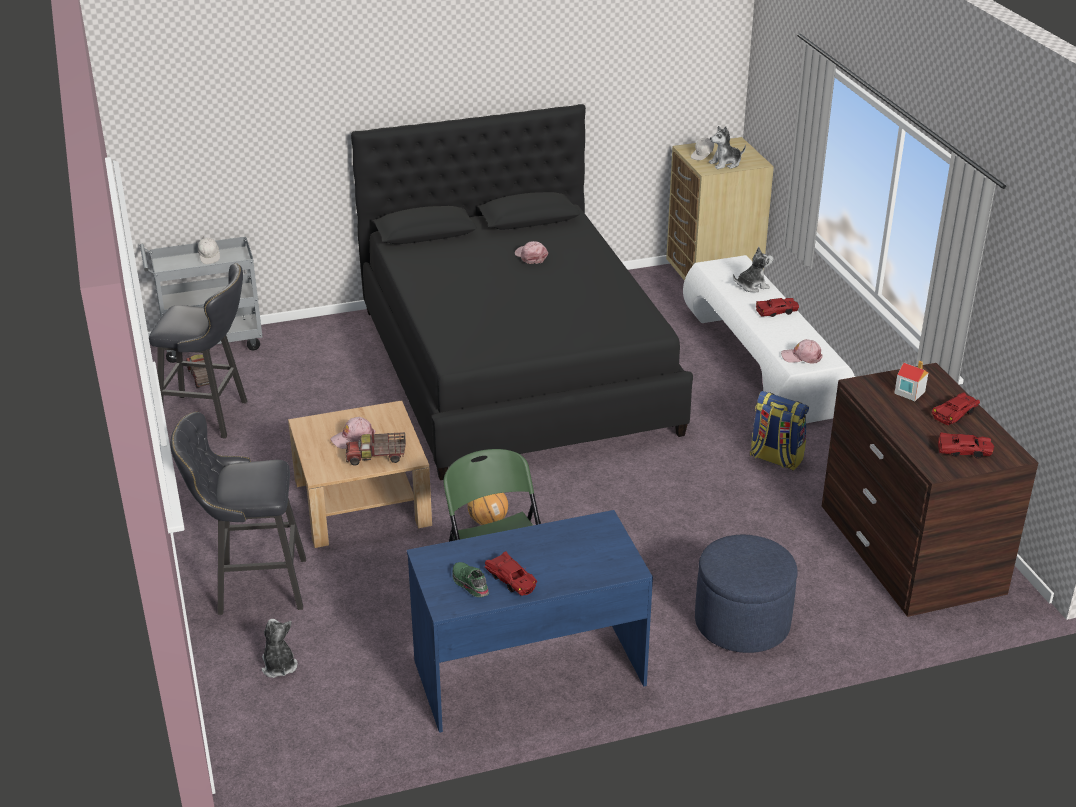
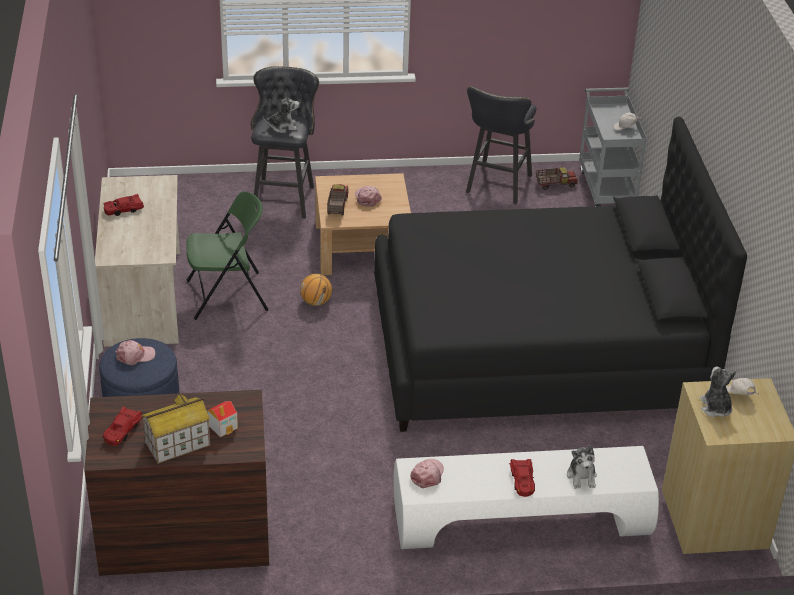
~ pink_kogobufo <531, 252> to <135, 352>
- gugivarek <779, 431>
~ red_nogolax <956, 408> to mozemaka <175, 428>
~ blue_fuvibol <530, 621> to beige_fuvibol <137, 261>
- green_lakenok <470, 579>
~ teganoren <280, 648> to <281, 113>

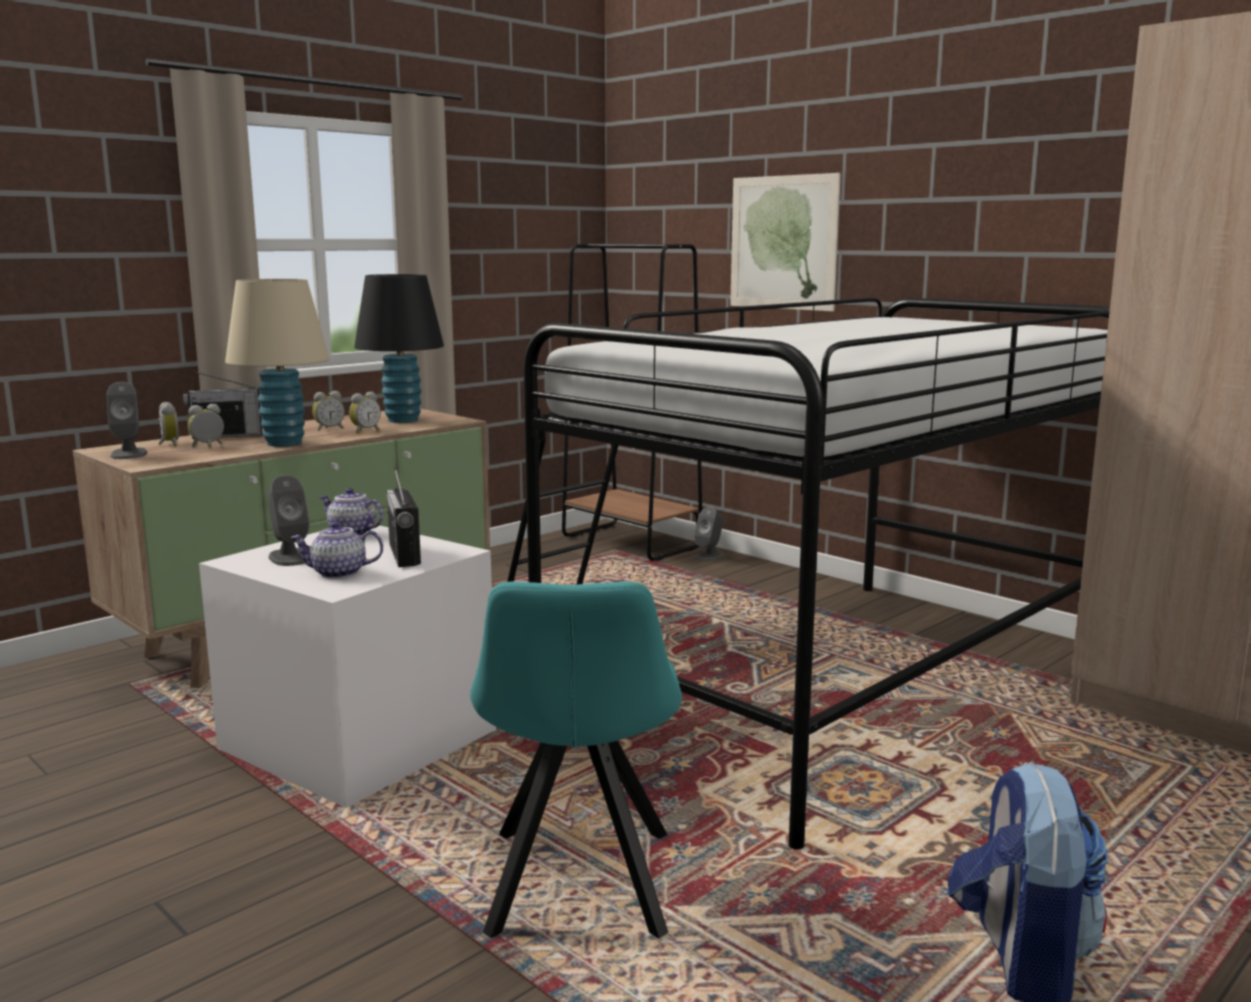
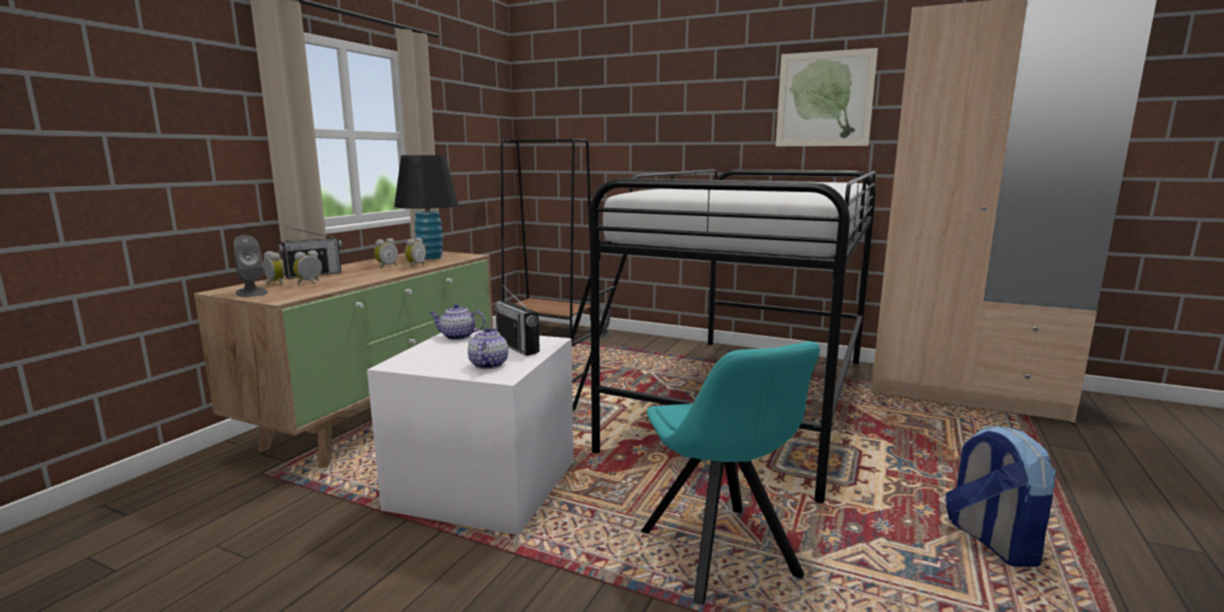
~ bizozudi <785, 242> to <827, 97>
- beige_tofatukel <277, 363>
- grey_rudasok <289, 520>
~ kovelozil <336, 550> = <488, 348> 120 degrees clockwise

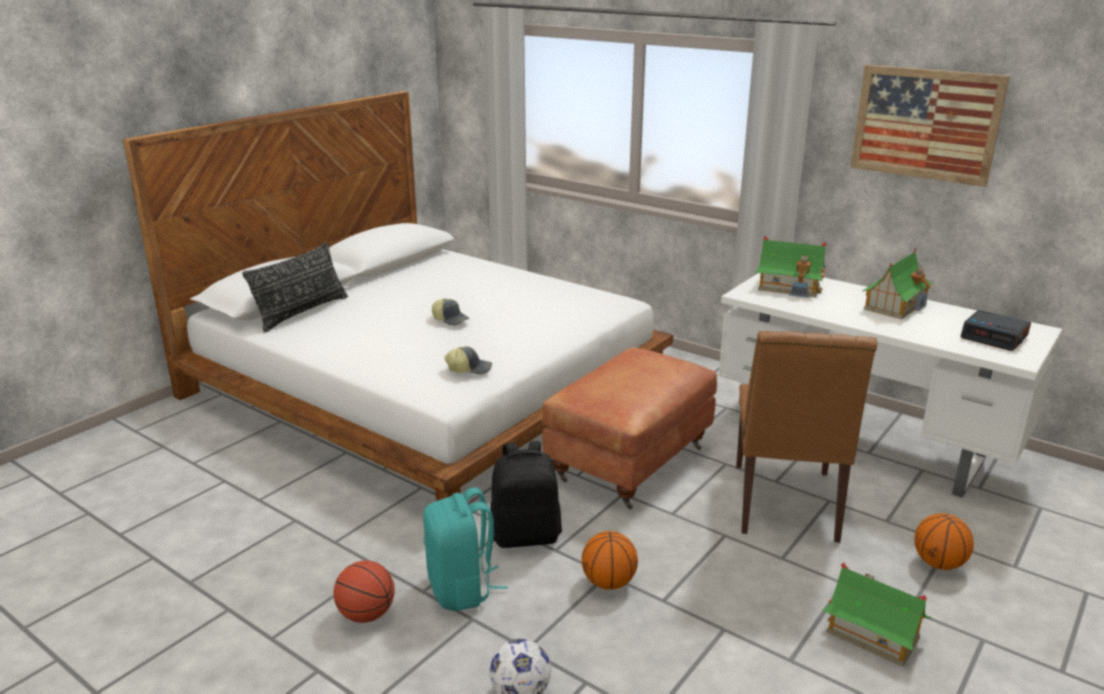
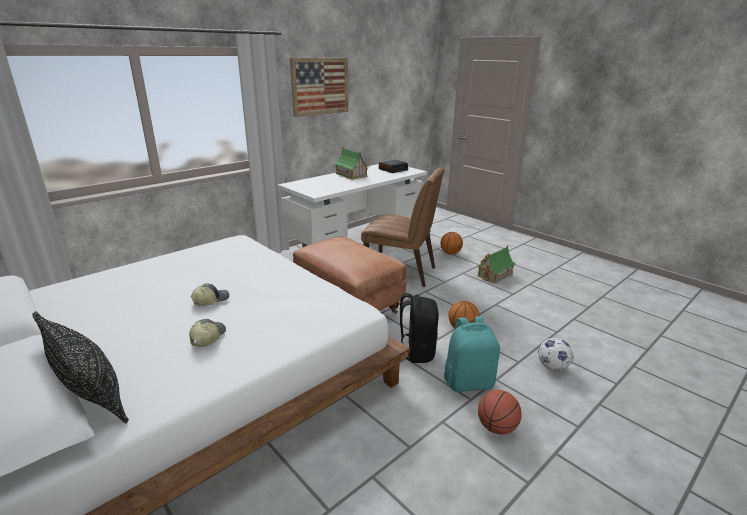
- mozemaka <791, 266>
~ kogobufo <468, 360> to <207, 333>

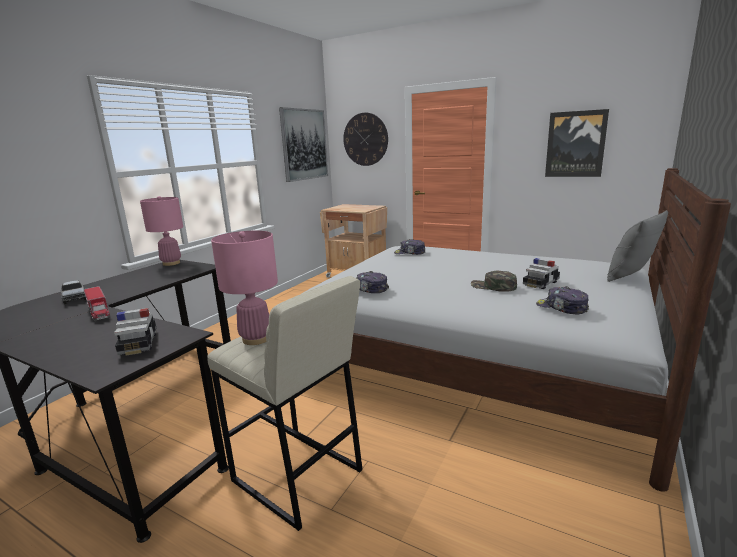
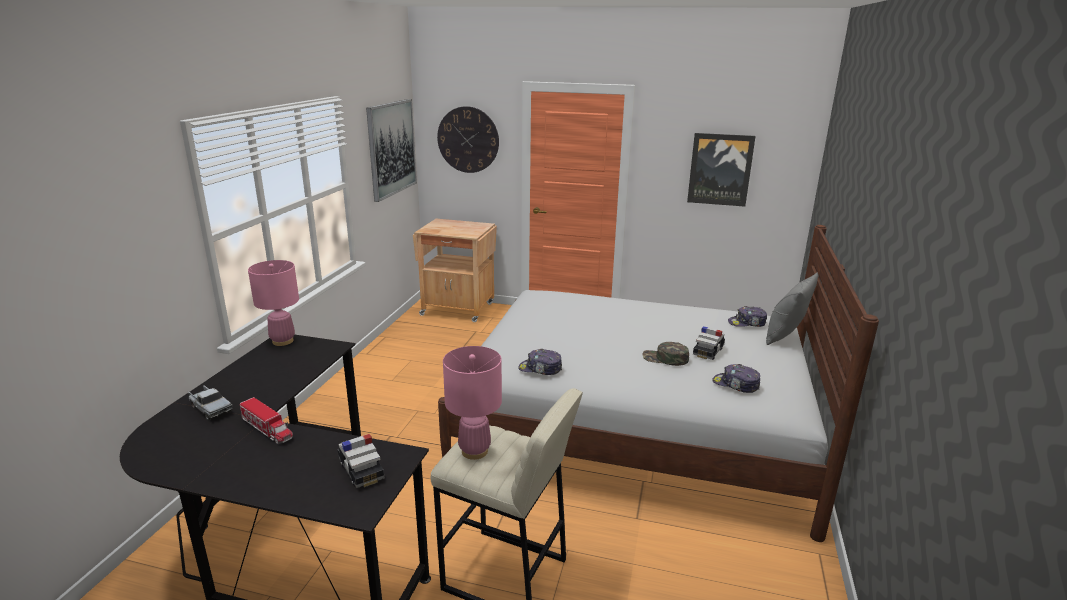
~ kogobufo <409, 247> to <747, 316>

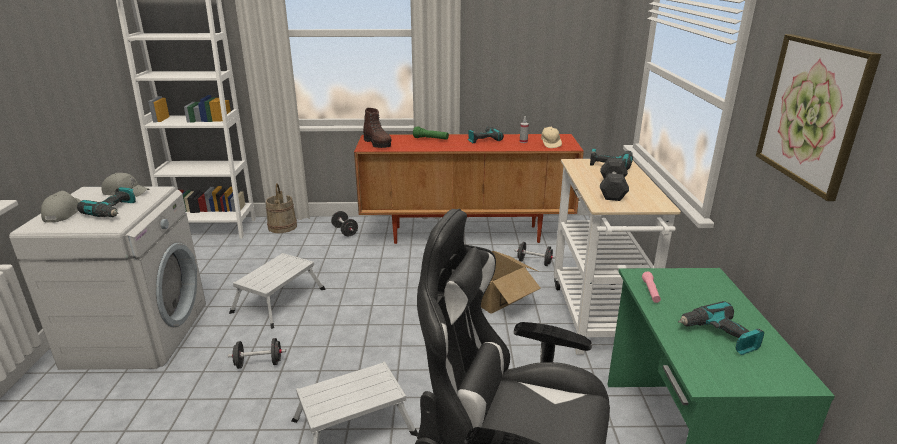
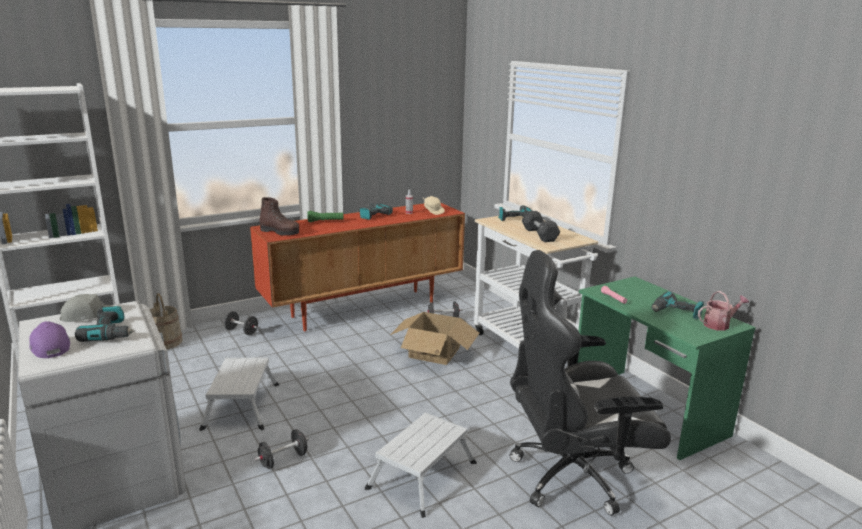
- bizozudi <818, 117>
~ grey_kogobufo <61, 207> to purple_kogobufo <50, 339>
+ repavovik <723, 311>

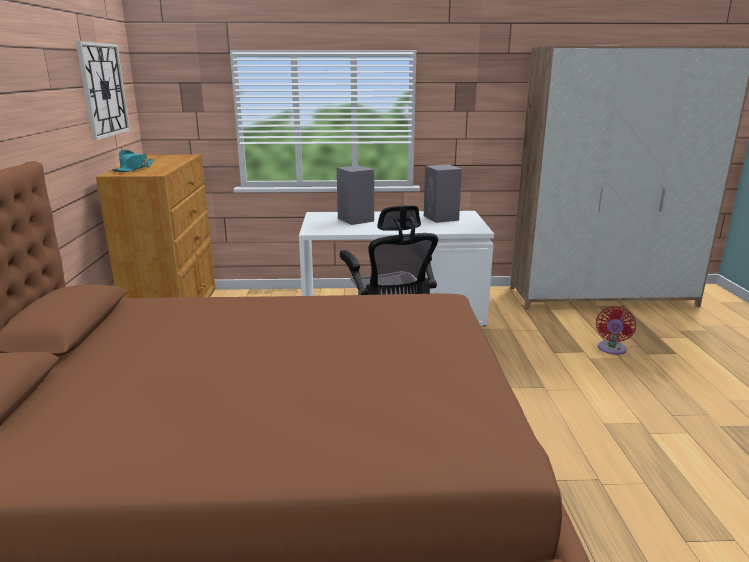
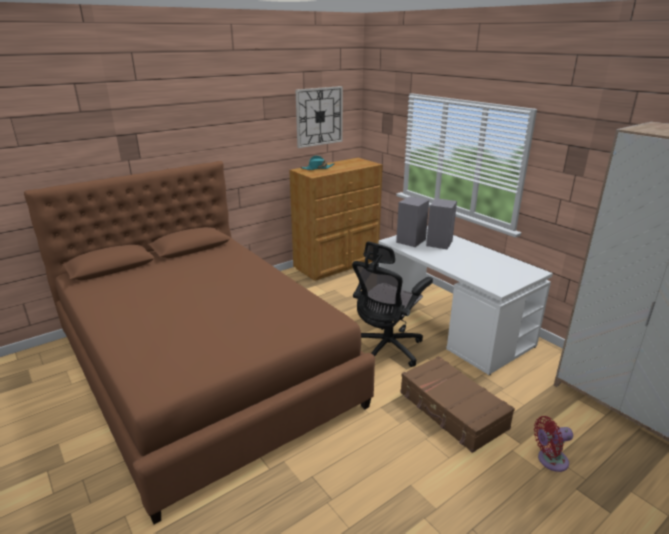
~ grey_rudasok <443, 193> to <412, 221>
+ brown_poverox <457, 404>

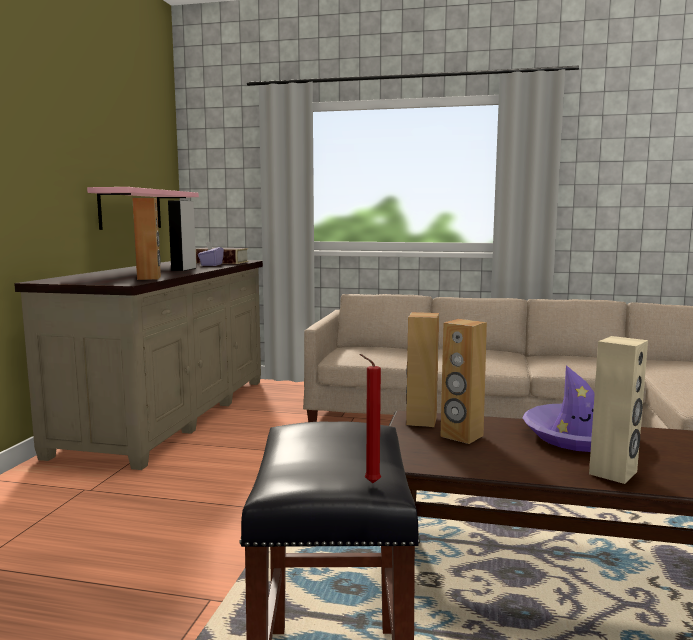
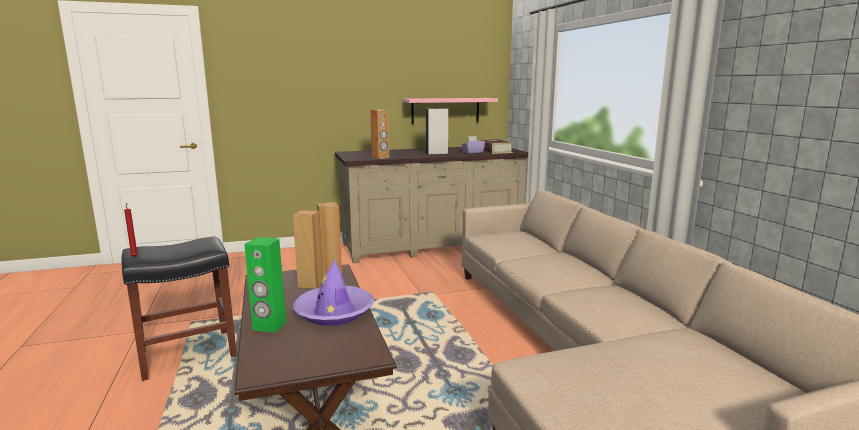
~ beige_rudasok <618, 410> to green_rudasok <265, 285>

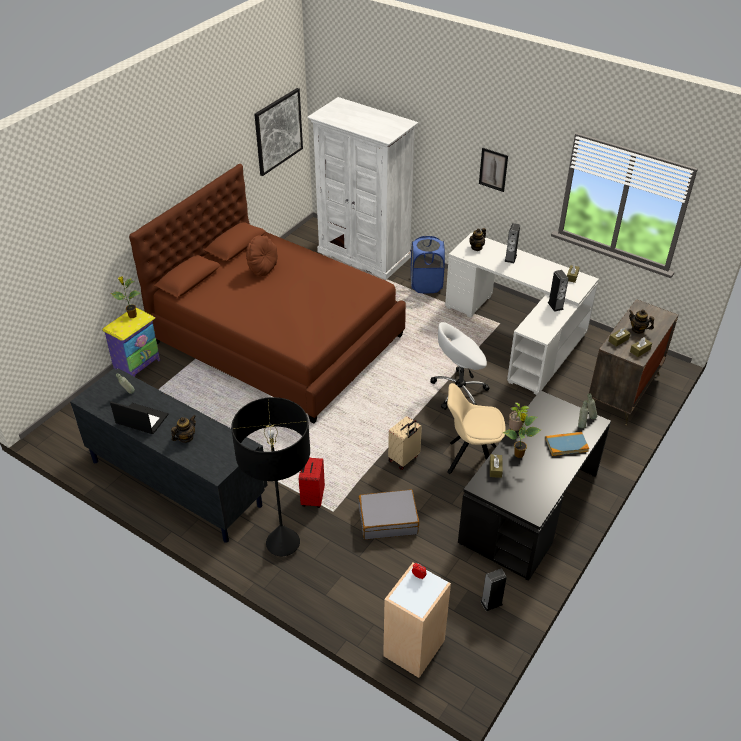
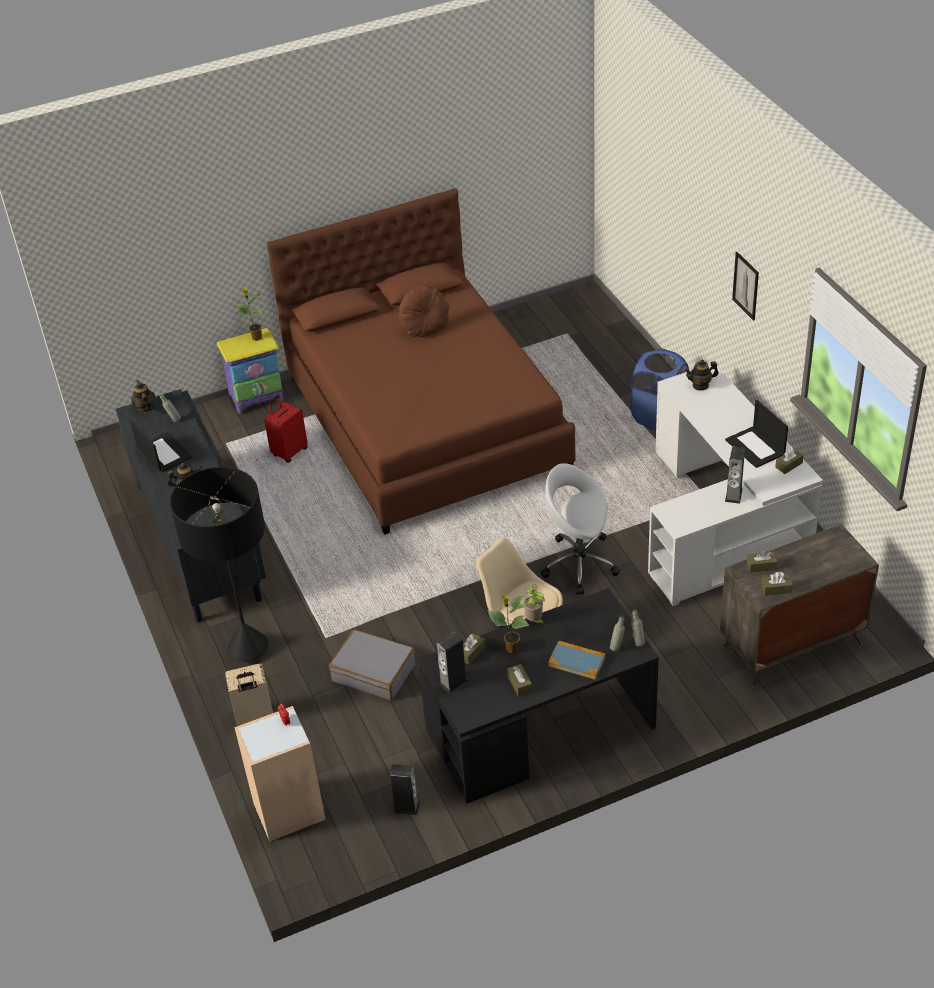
- bizozudi <278, 132>
- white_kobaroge <362, 188>
~ rudasok <512, 243> to <452, 662>
~ kovelozil <641, 321> to <143, 396>
~ beige_poverox <405, 443> to <249, 695>
~ red_poverox <312, 483> to <286, 429>
+ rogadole <756, 434>
+ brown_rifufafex <519, 680>

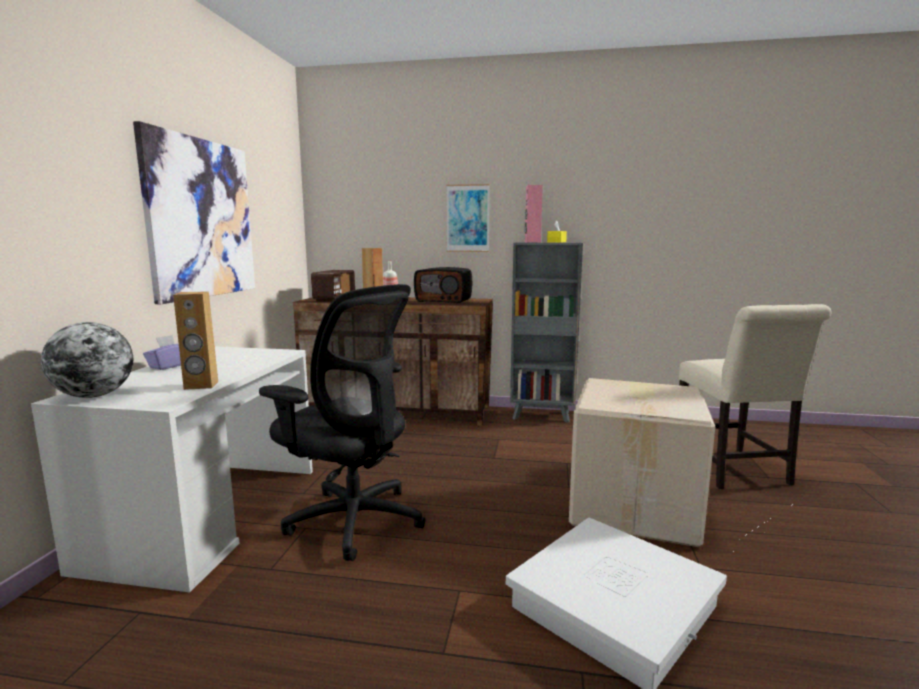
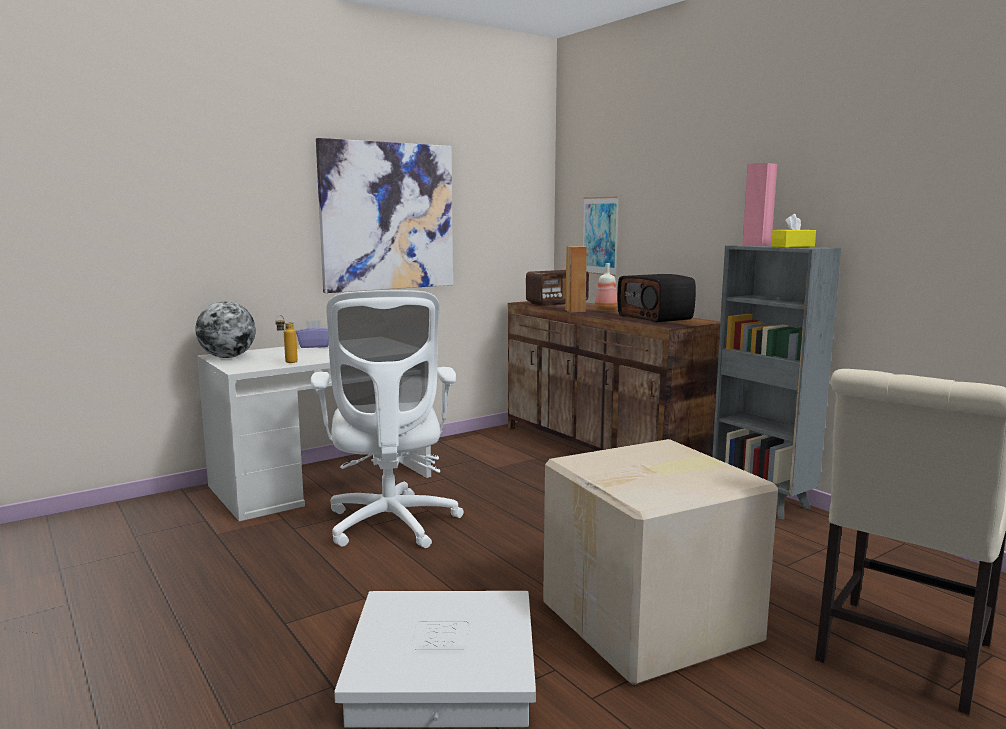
~ bizozudi <468, 218> to <601, 236>
~ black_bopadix <342, 422> to white_bopadix <387, 419>
~ brown_rudasok <195, 340> to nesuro <286, 339>

